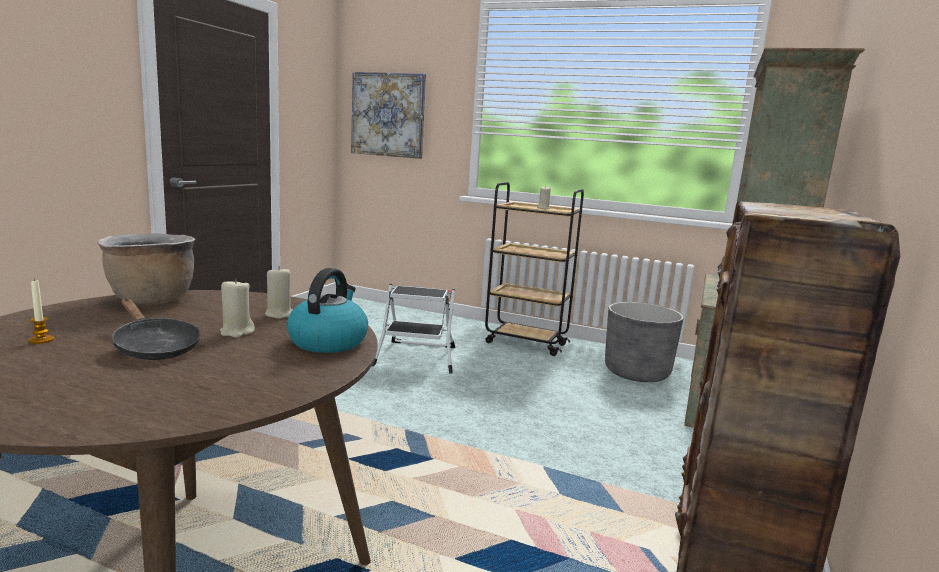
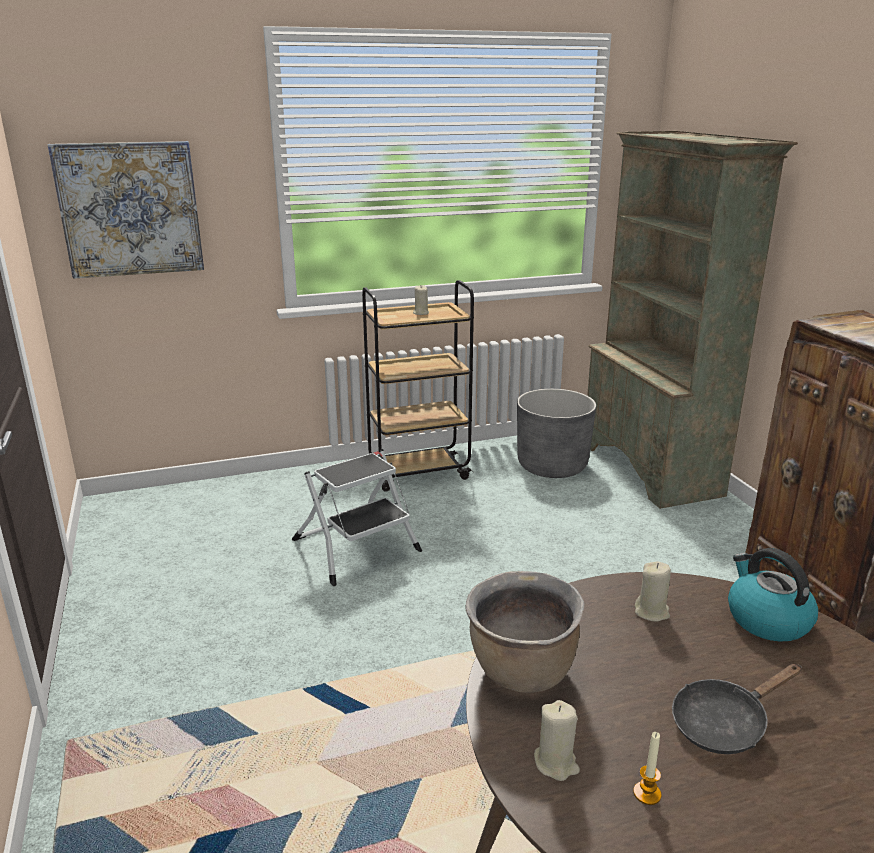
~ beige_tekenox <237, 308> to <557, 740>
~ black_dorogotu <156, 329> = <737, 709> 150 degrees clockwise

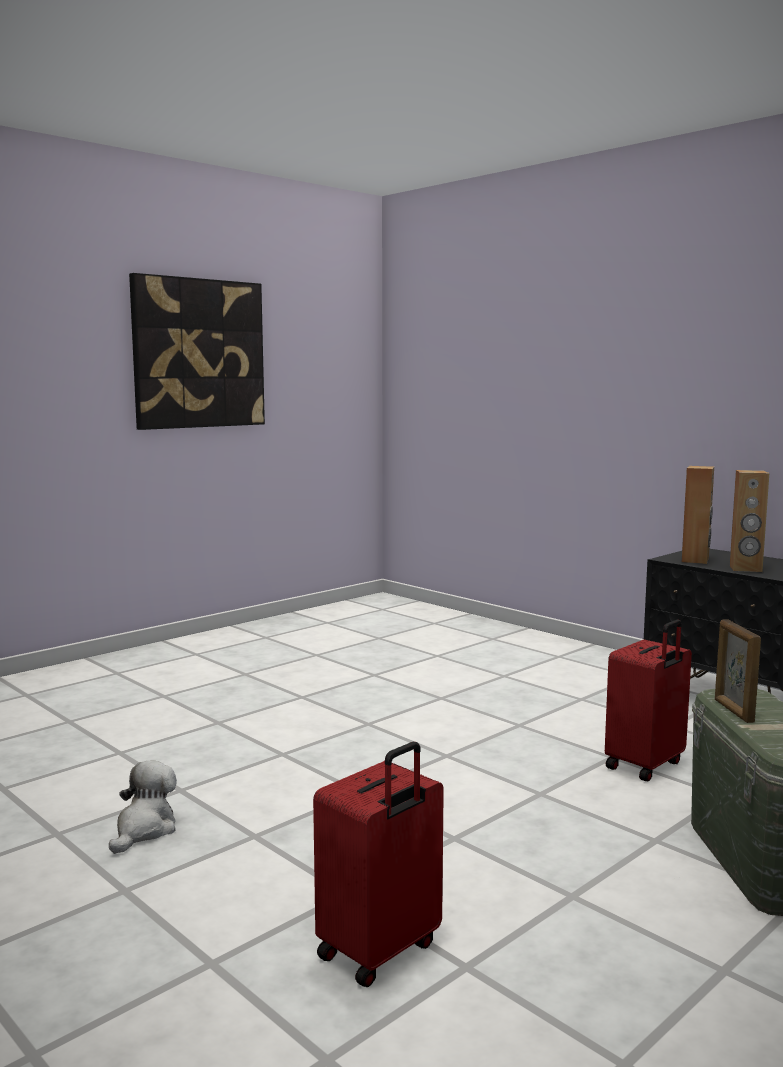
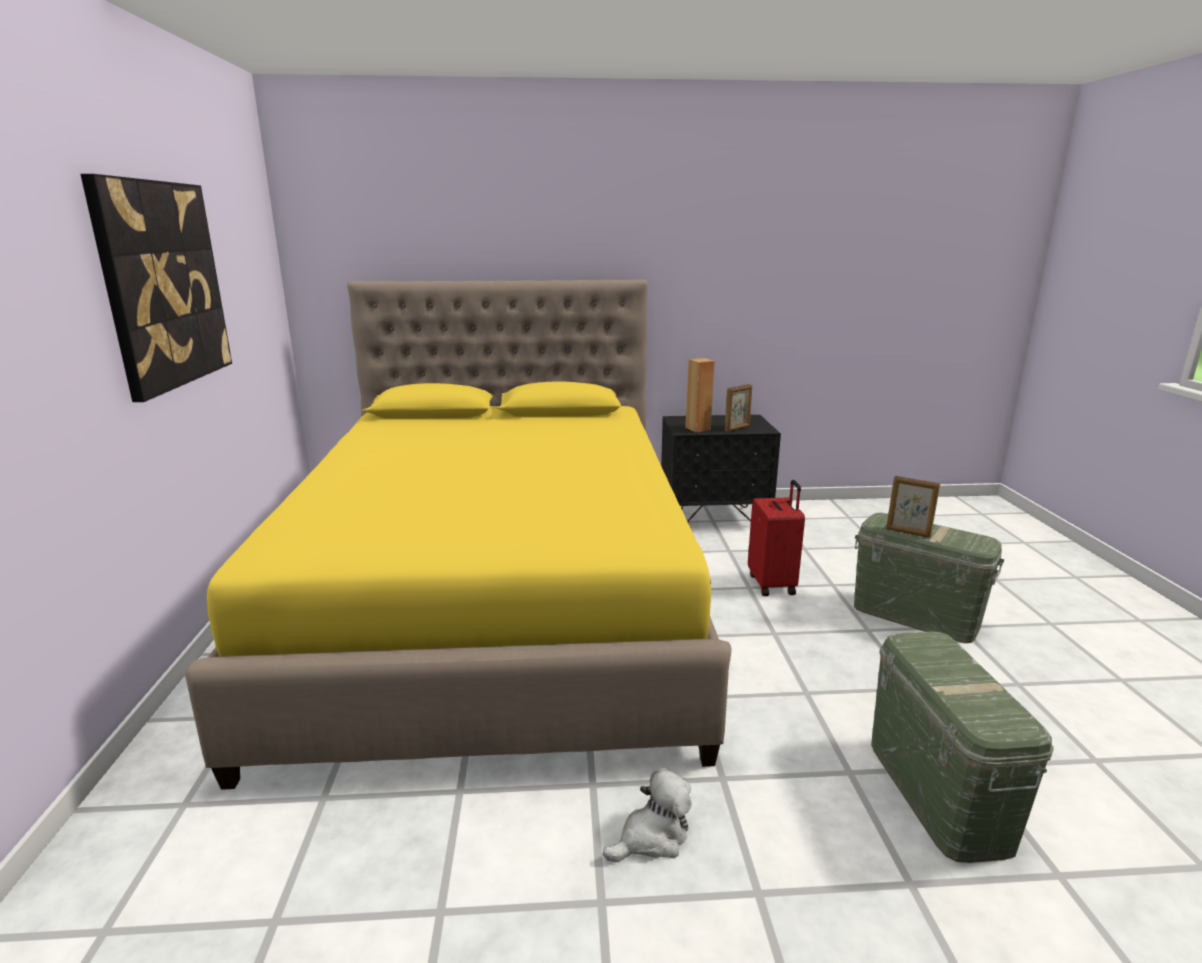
~ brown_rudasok <749, 521> to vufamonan <738, 408>
~ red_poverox <378, 864> to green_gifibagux <962, 747>
~ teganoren <143, 807> = <647, 815> 90 degrees clockwise
+ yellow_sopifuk <458, 535>

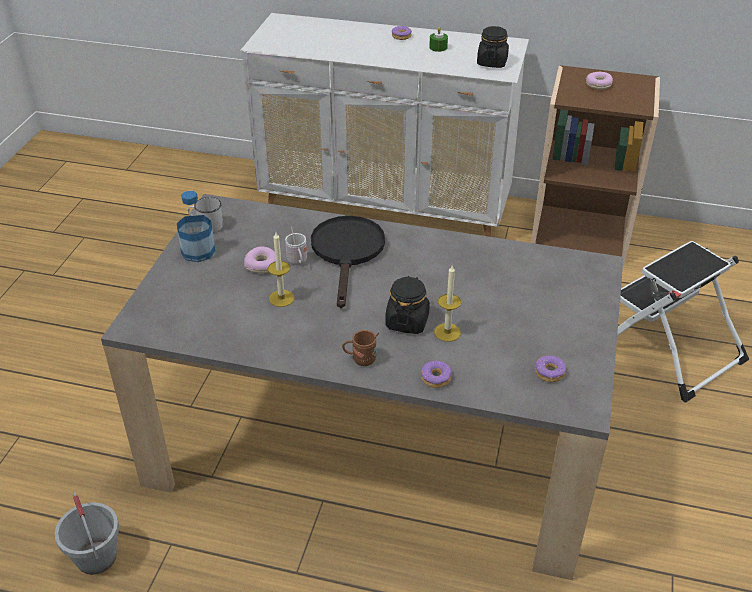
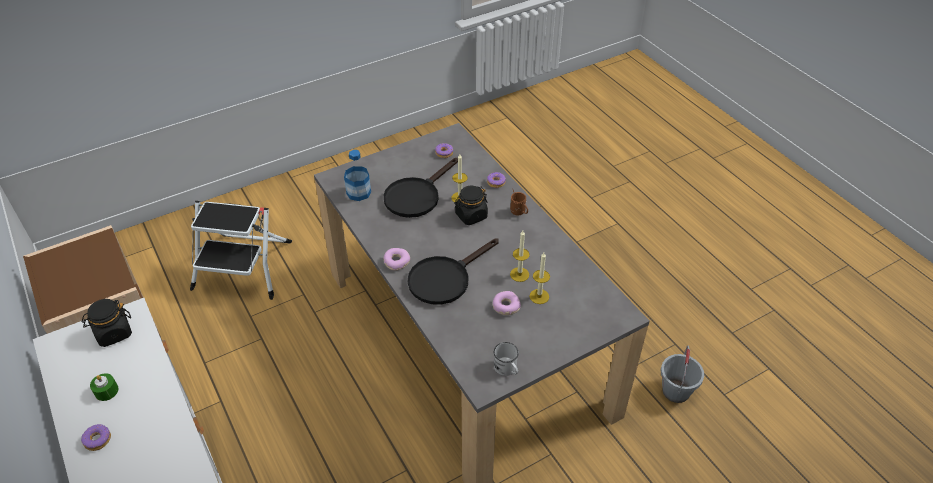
~ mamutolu <599, 80> to <396, 259>
~ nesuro <196, 226> to <357, 175>
- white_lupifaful <296, 246>
+ black_dorogotu <421, 188>
+ tekenox <540, 278>

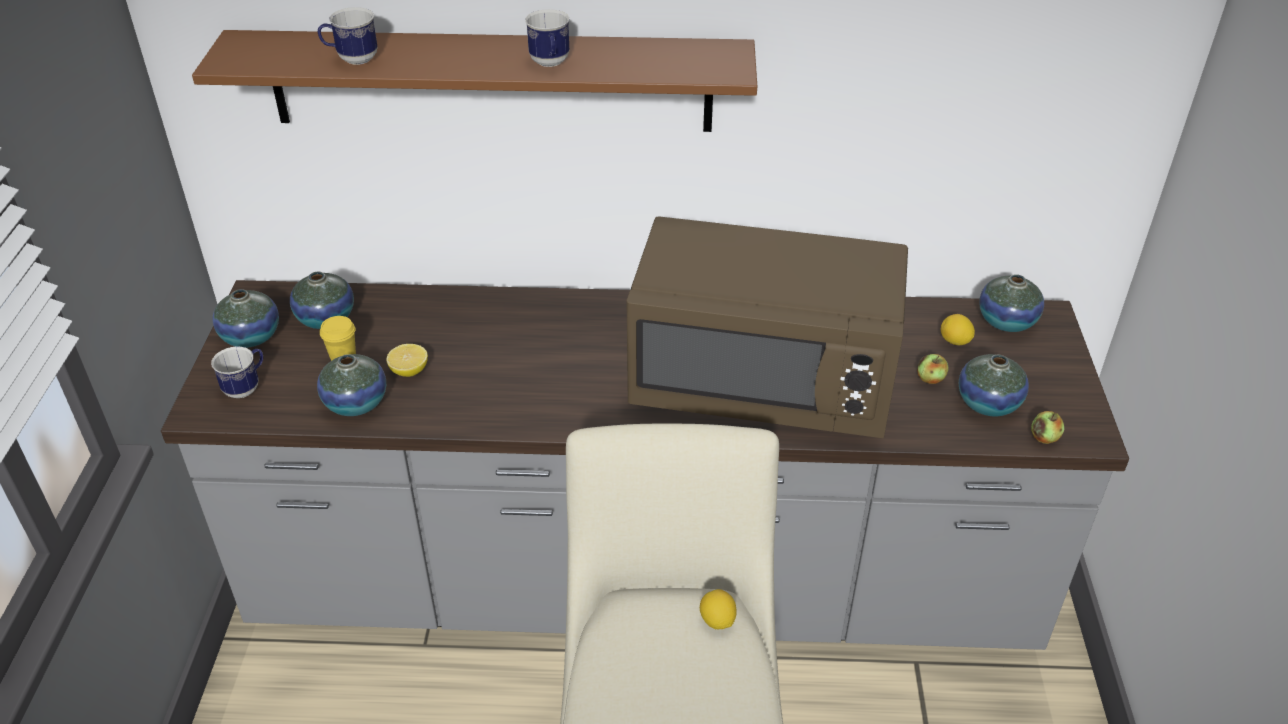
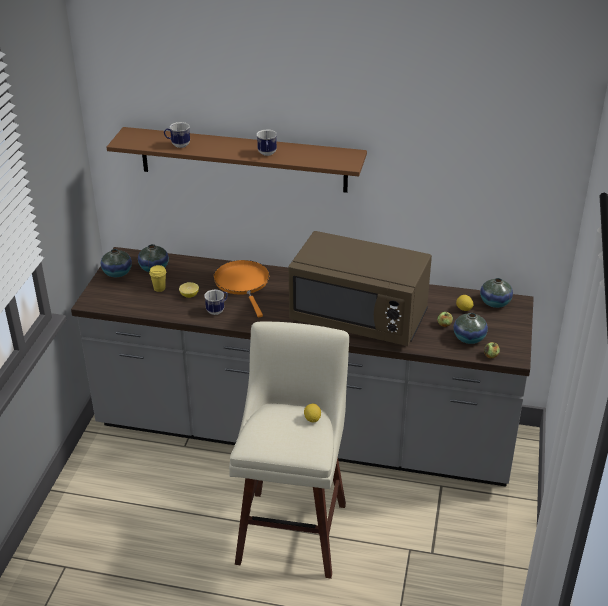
~ lupifaful <237, 372> to <216, 302>
- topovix <351, 385>
+ orange_dorogotu <241, 288>

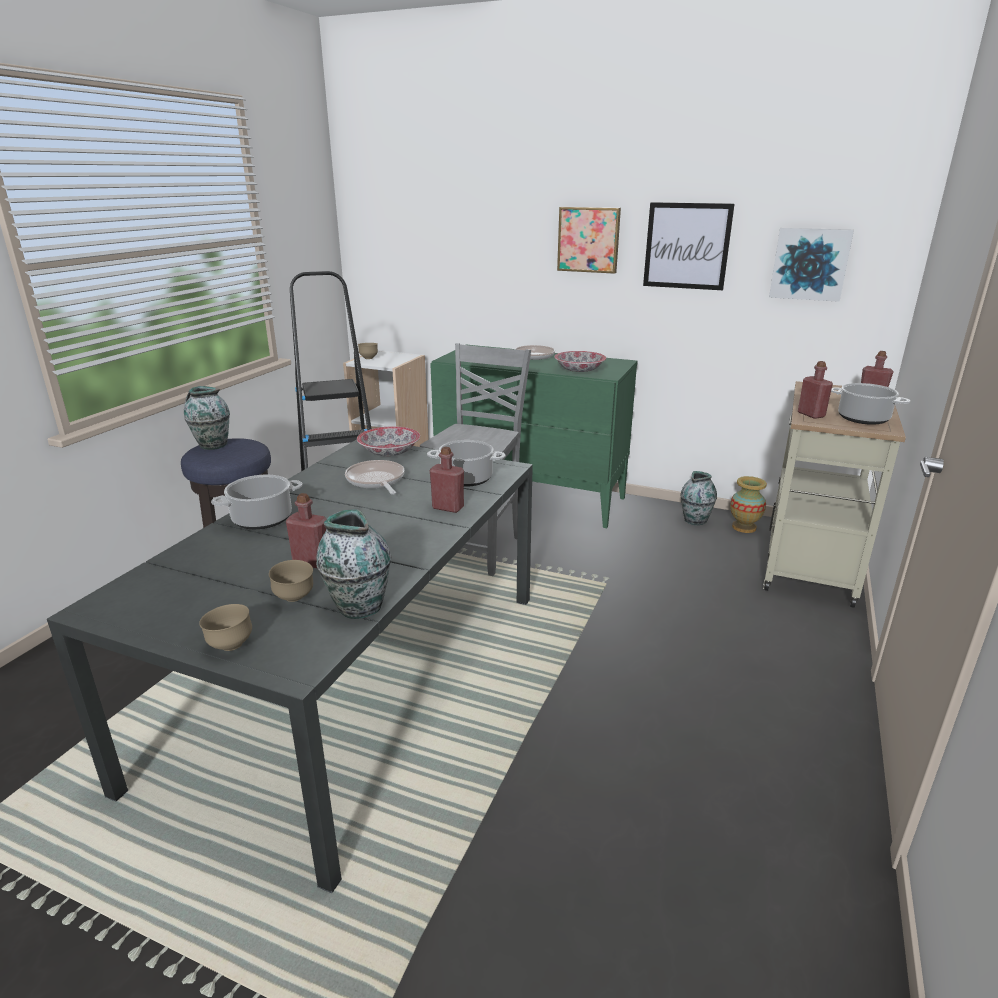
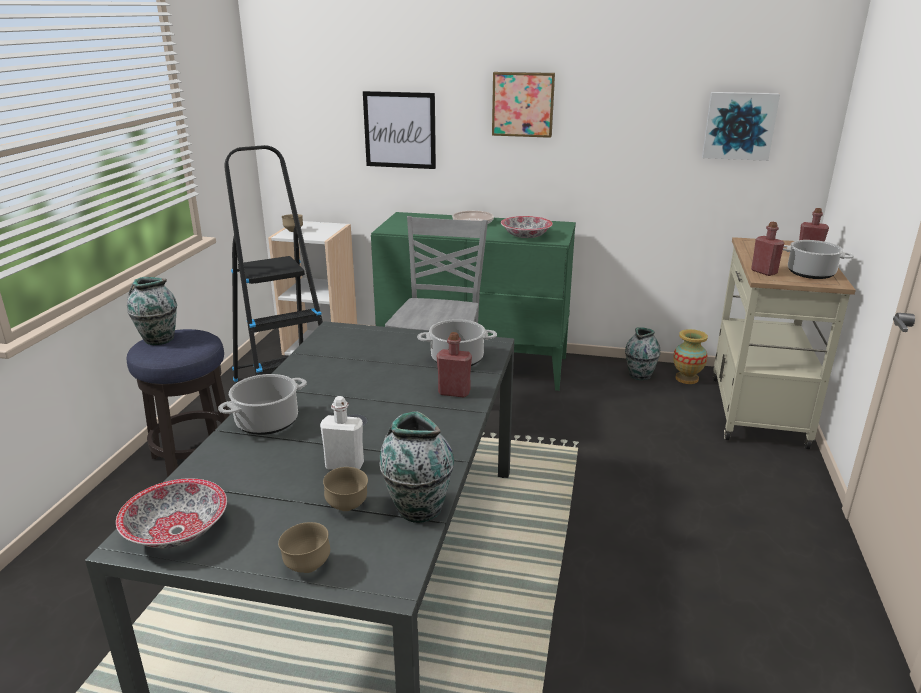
~ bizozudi <689, 246> to <399, 130>
~ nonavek <388, 441> to <171, 513>
- dorogotu <374, 477>
~ red_nesuro <306, 530> to white_nesuro <342, 433>

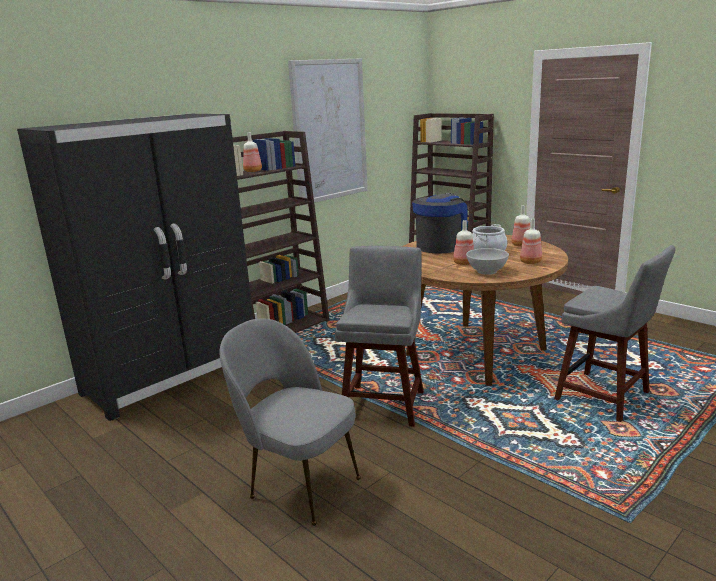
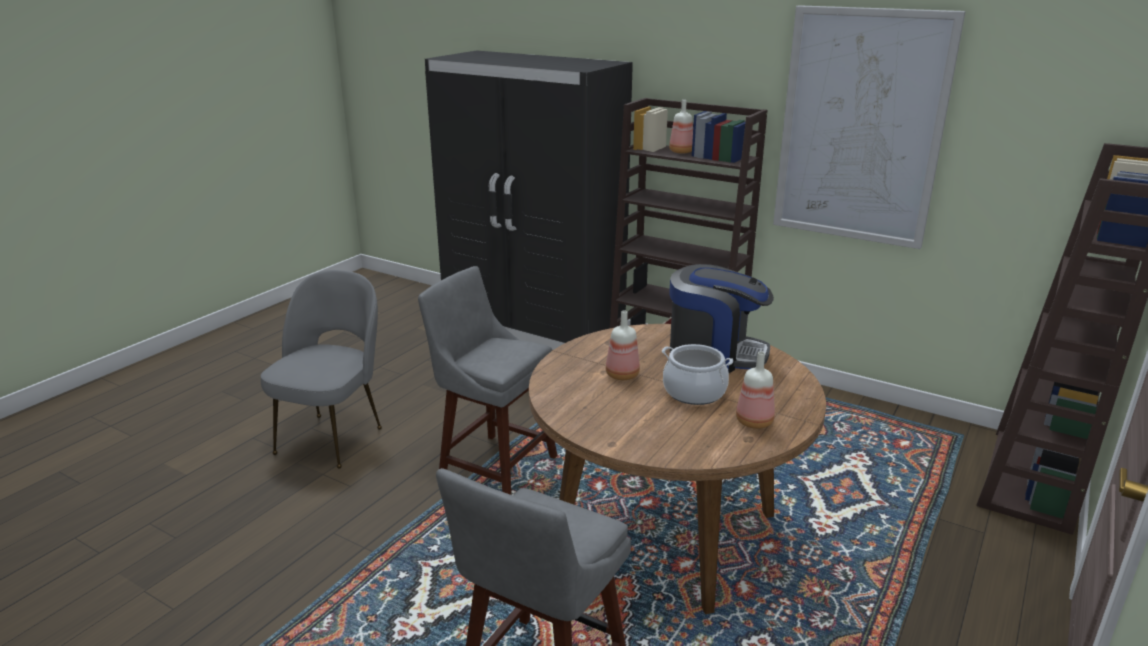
- nesuro <531, 241>
~ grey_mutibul <379, 336> = <487, 380> 150 degrees counterclockwise
- white_nonavek <487, 261>

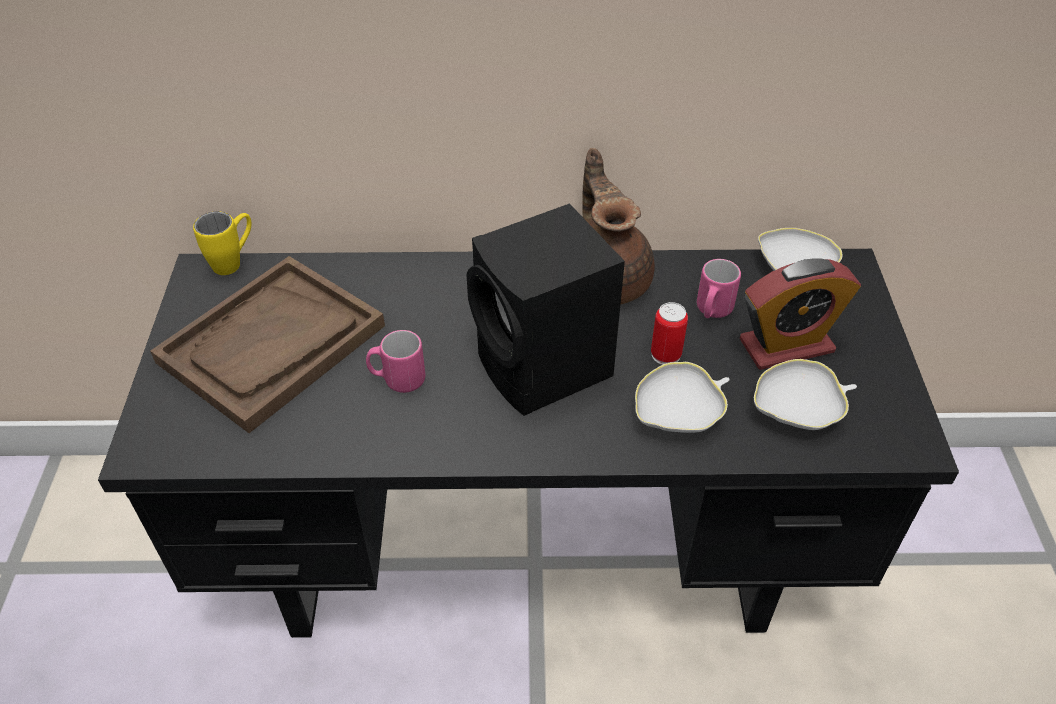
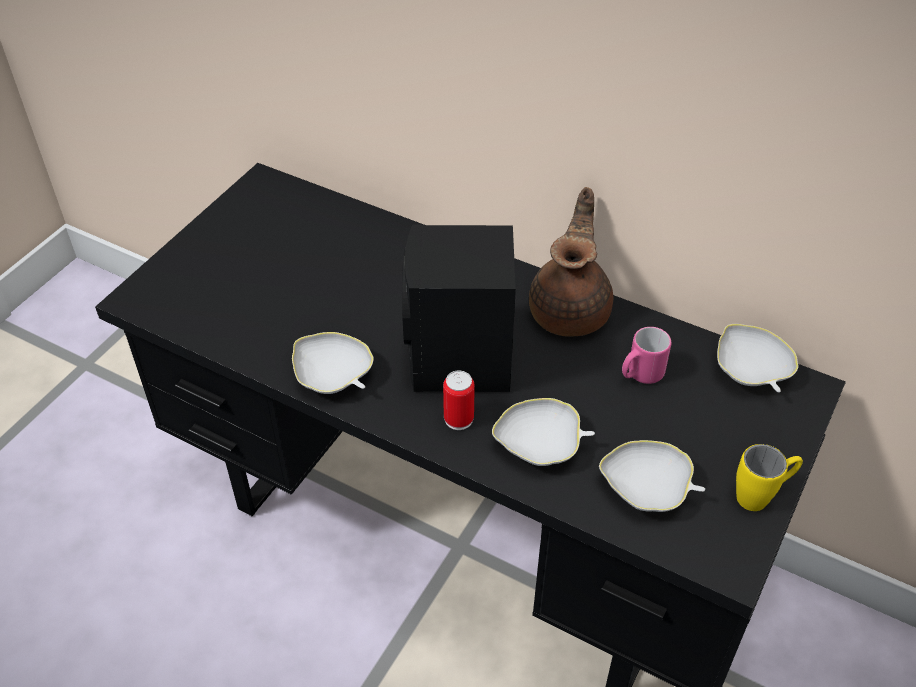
~ yellow_lupifaful <222, 243> to <769, 477>
- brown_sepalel <267, 344>
- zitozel <800, 314>
~ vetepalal <669, 333> to <459, 400>
- pink_lupifaful <395, 361>
+ white_nonavek <333, 363>

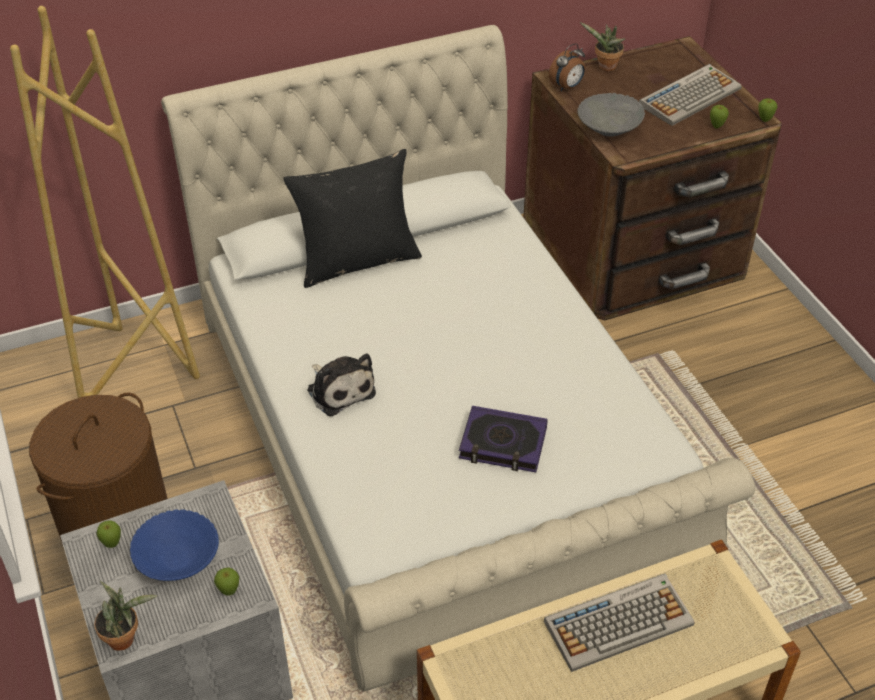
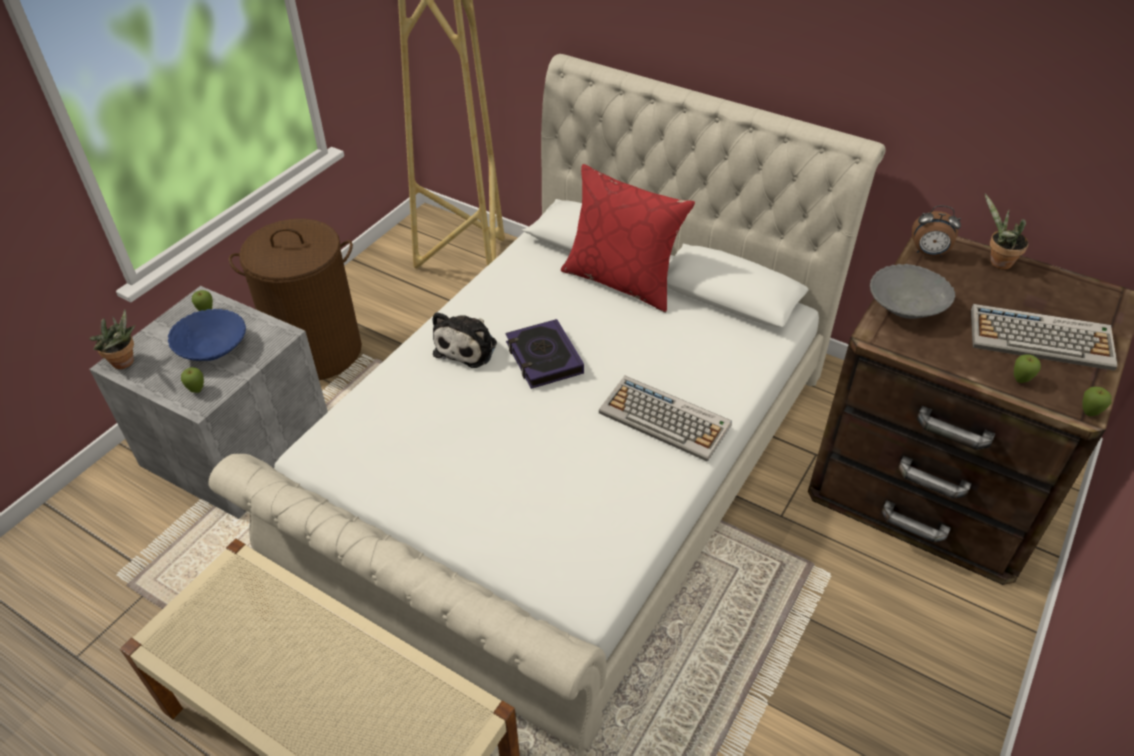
~ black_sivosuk <352, 218> to red_sivosuk <628, 238>
~ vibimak <503, 439> to <544, 354>
~ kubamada <619, 622> to <665, 419>

